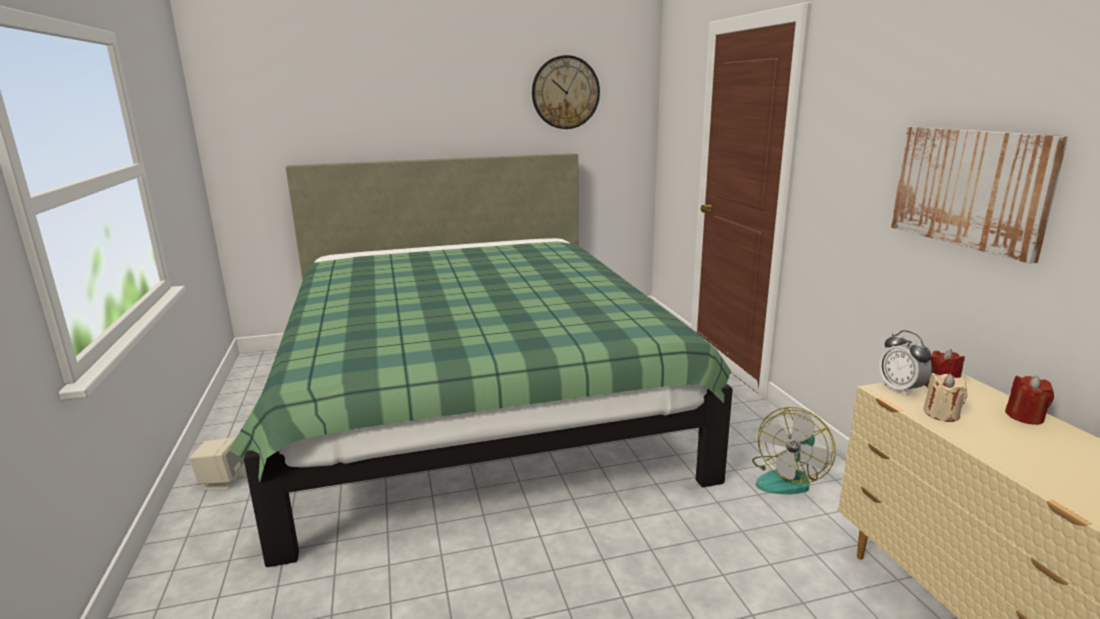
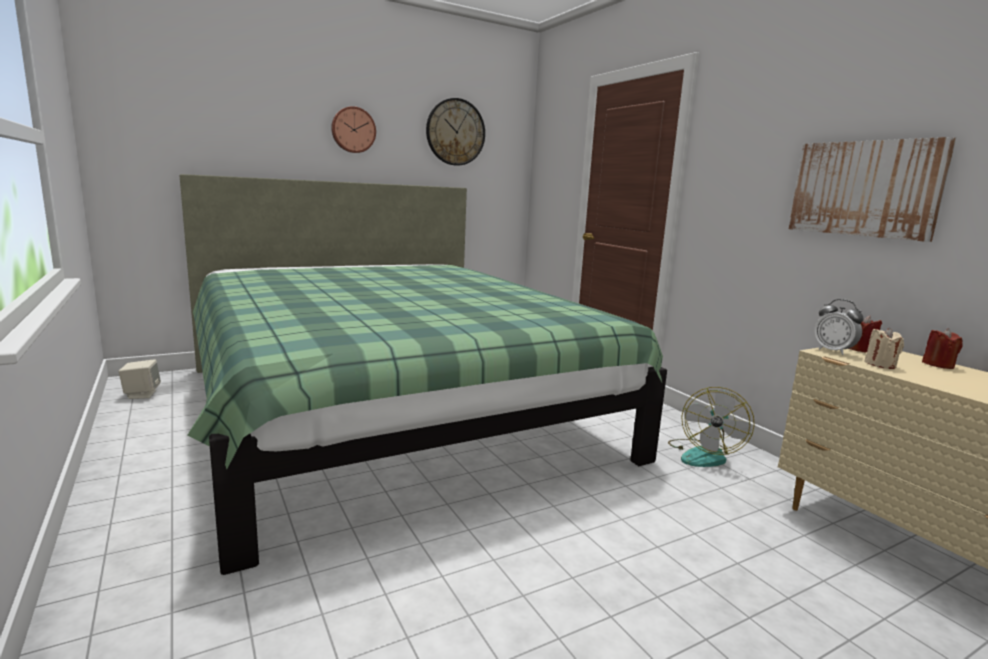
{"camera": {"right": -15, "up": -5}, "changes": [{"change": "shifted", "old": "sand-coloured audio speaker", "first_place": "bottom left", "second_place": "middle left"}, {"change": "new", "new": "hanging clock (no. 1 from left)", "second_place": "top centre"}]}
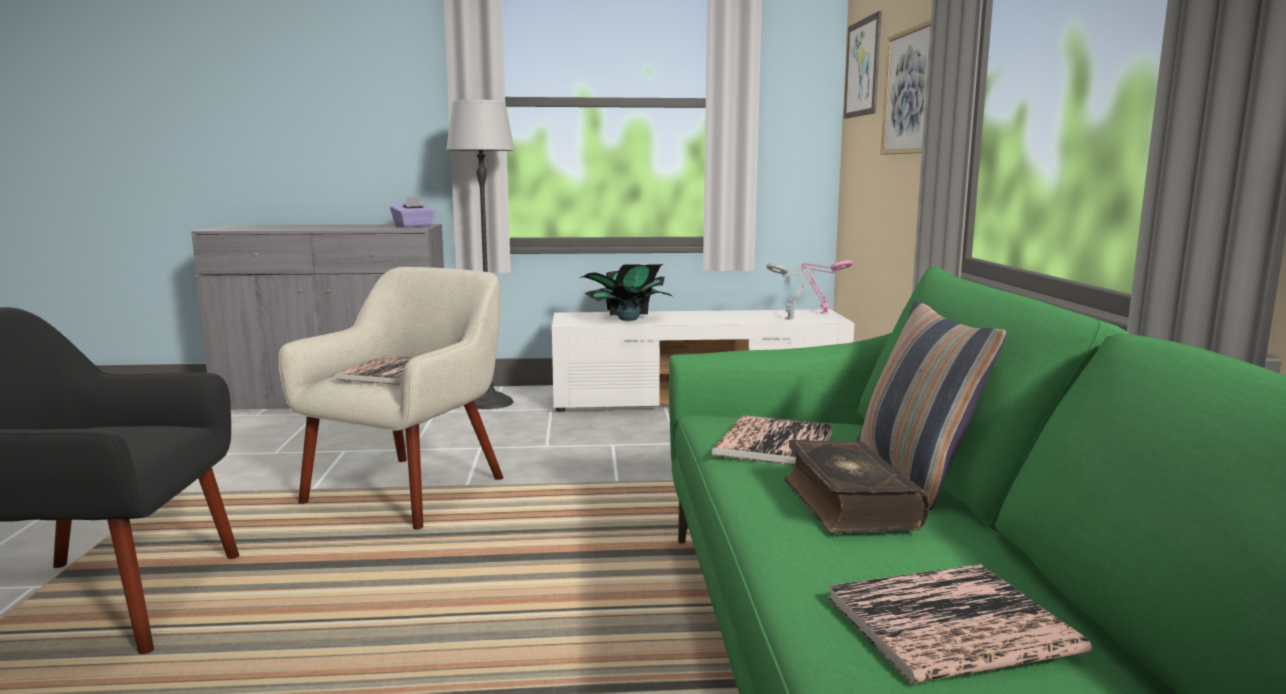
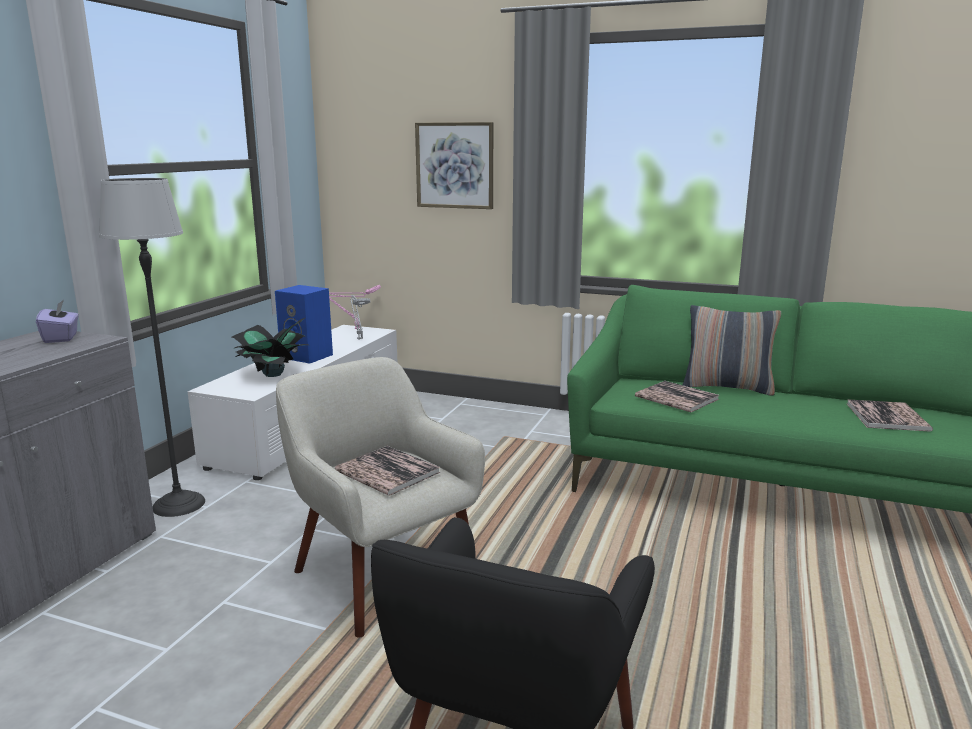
{"camera": {"right": -65, "up": 5}, "changes": [{"change": "gone", "old": "wall art (no. 1 from left)", "first_place": "top right"}, {"change": "gone", "old": "volume (no. 3 from left)", "first_place": "bottom centre"}, {"change": "new", "new": "blue-coloured audio speaker", "second_place": "middle left"}]}
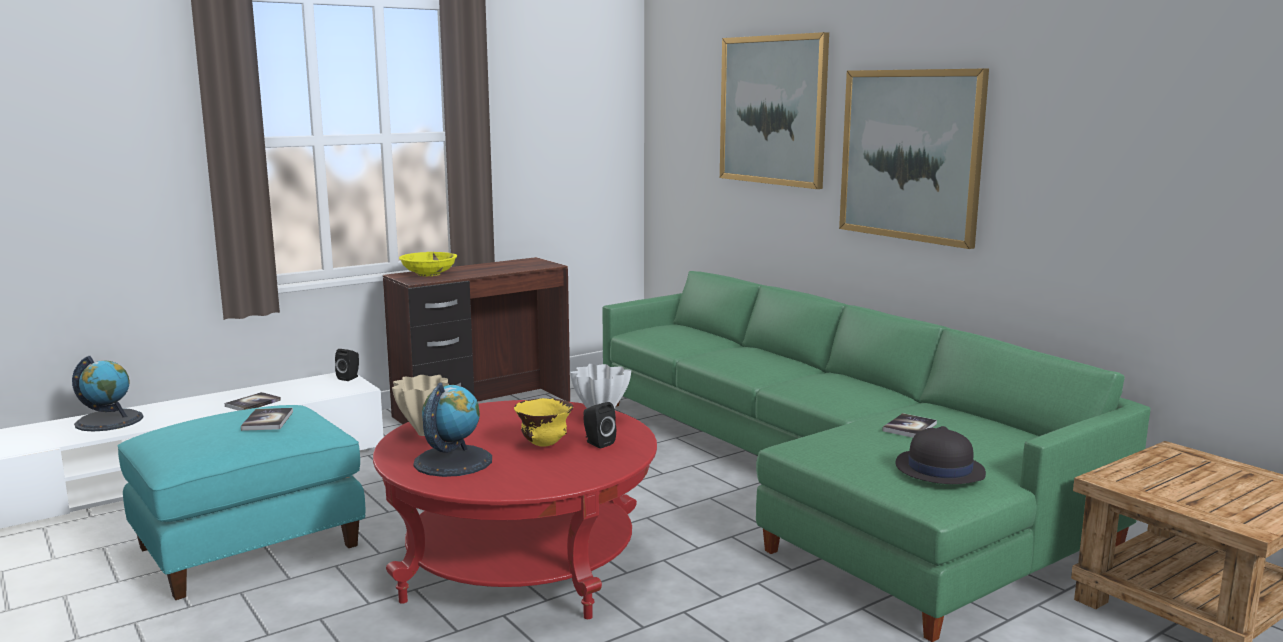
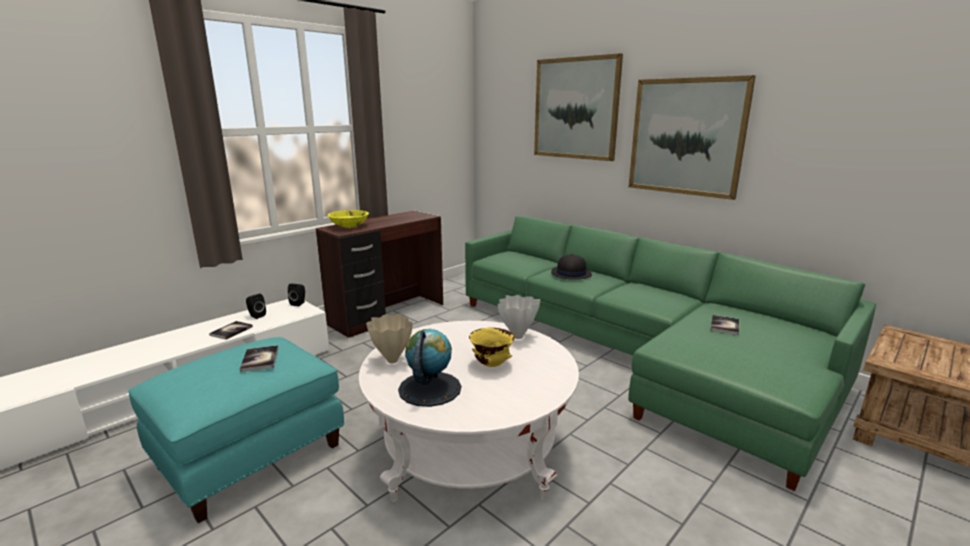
{"camera": {"right": -10, "up": 5}, "changes": [{"change": "gone", "old": "desk globe (no. 1 from left)", "first_place": "middle left"}, {"change": "repainted", "old": "reddish coffee table", "new": "white coffee table", "first_place": "bottom centre", "second_place": "bottom centre"}, {"change": "shifted", "old": "black audio speaker (no. 2 from left in the first image)", "new": "black audio speaker (no. 1 from left)", "first_place": "centre", "second_place": "middle left"}, {"change": "shifted", "old": "black wearable hat", "first_place": "bottom right", "second_place": "centre"}]}
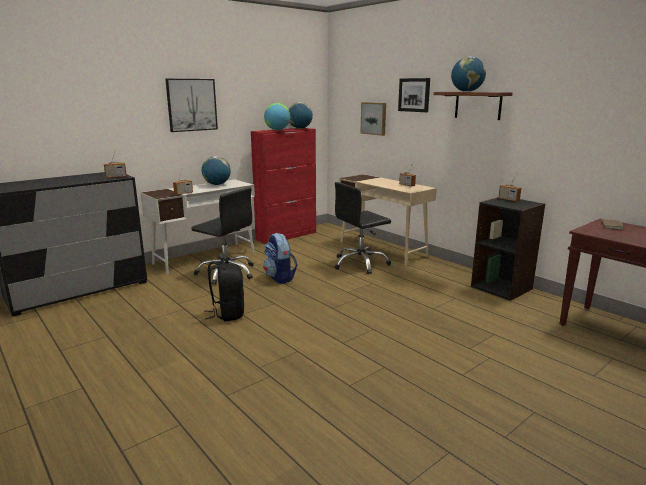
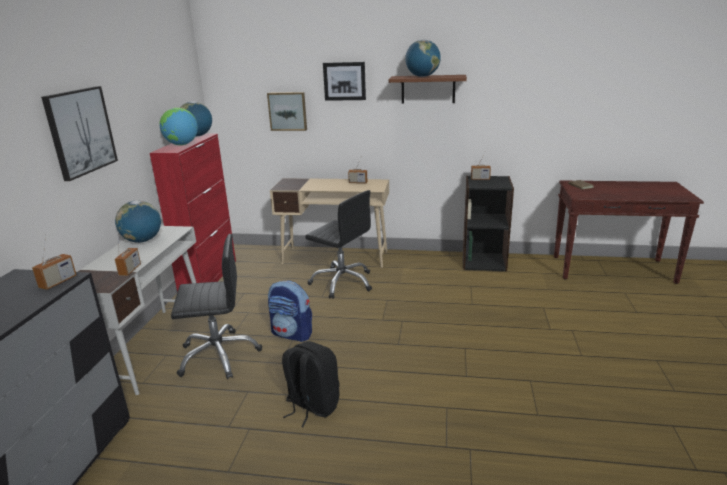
{"camera": {"right": -40, "up": 5}, "changes": [{"change": "rotated", "old": "black office chair (no. 2 from left)", "first_place": "centre", "second_place": "centre", "degrees": -75}]}
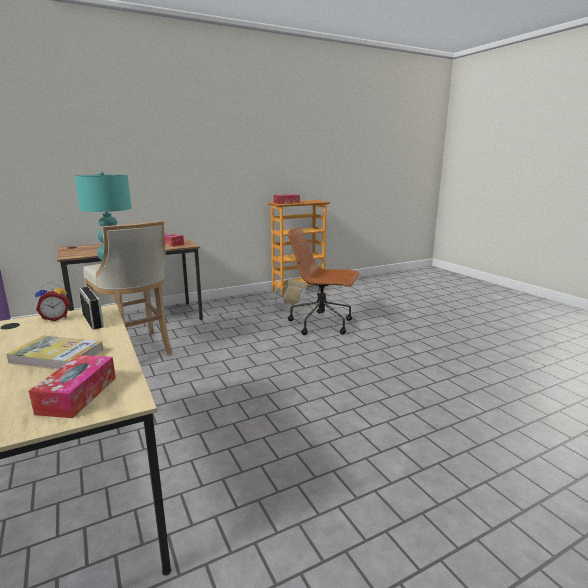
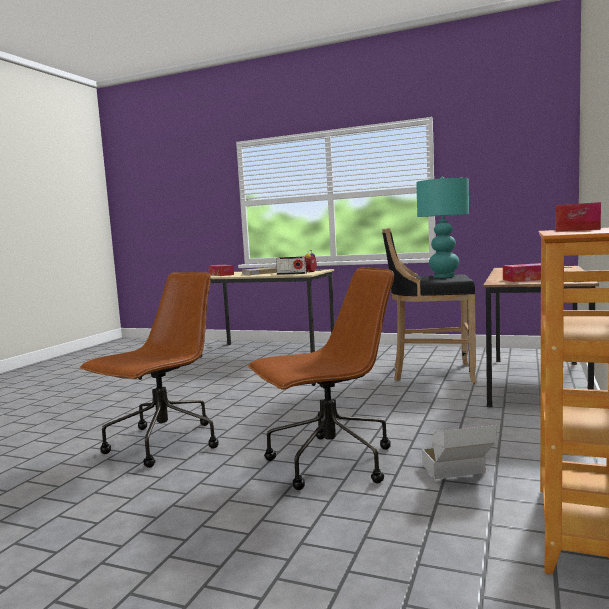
{"camera": {"right": 140, "up": -10}, "changes": [{"change": "repainted", "old": "sand-coloured stool seat", "new": "black stool seat", "first_place": "middle left", "second_place": "middle right"}, {"change": "new", "new": "brownish office chair (no. 1 from left)", "second_place": "middle left"}]}
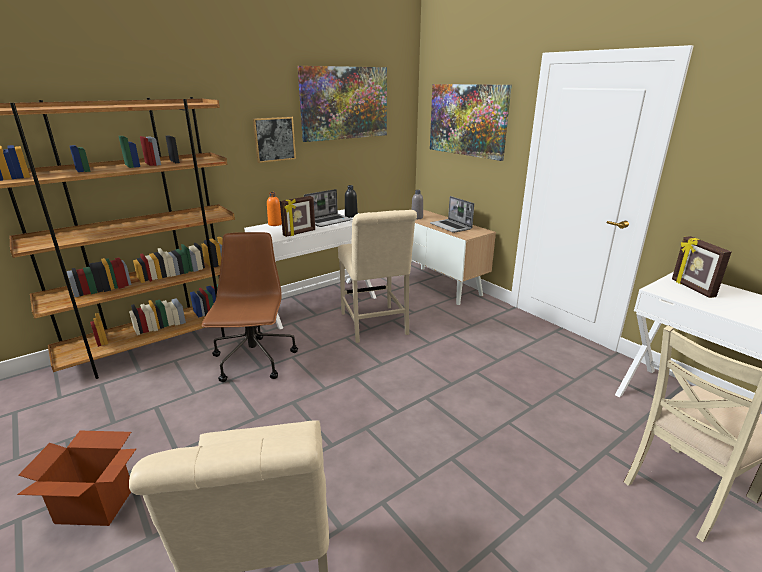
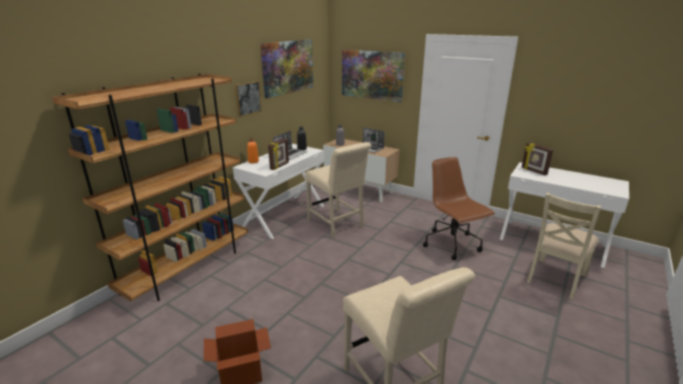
{"camera": {"right": -20, "up": 0}, "changes": [{"change": "shifted", "old": "brownish office chair", "first_place": "middle left", "second_place": "middle right"}]}
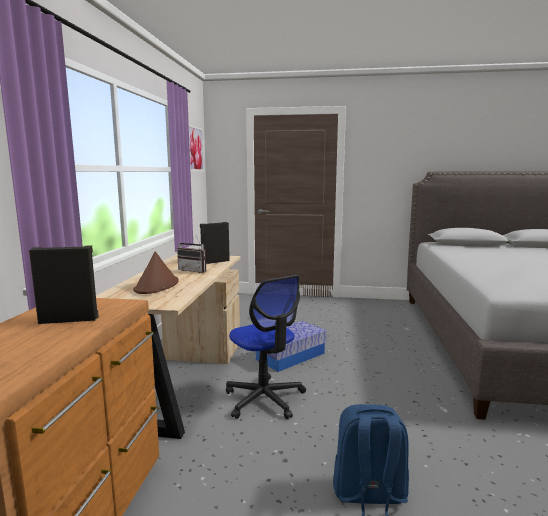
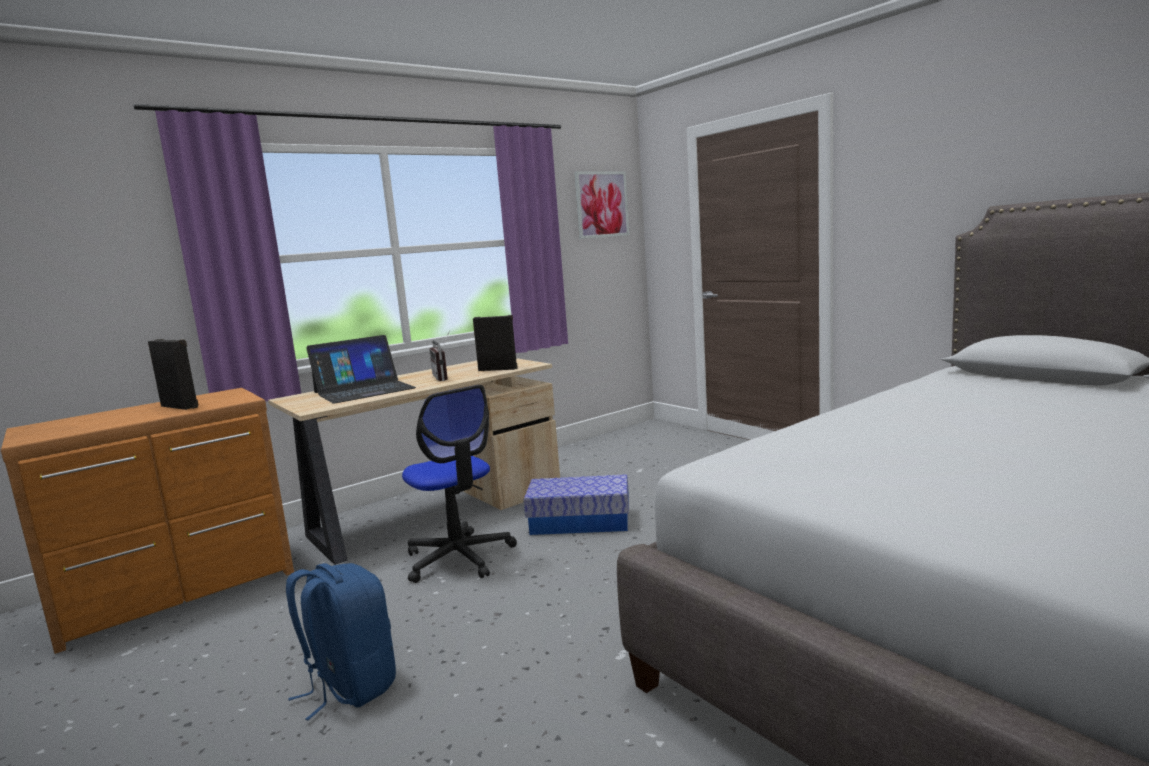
{"camera": {"right": 45, "up": 0}, "changes": [{"change": "swapped", "old": "brownish wearable hat", "new": "portable computer", "first_place": "middle left", "second_place": "middle left"}, {"change": "rotated", "old": "office chair", "first_place": "bottom centre", "second_place": "centre", "degrees": -45}]}
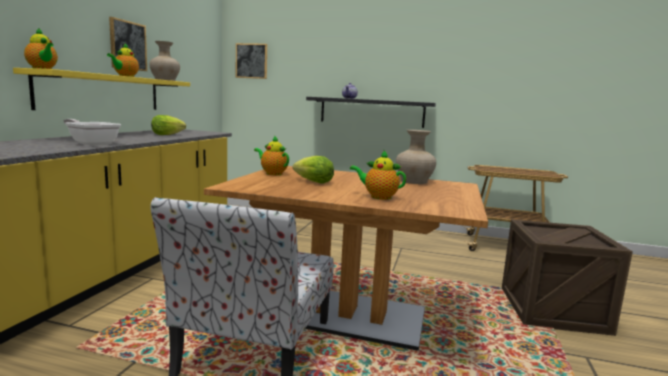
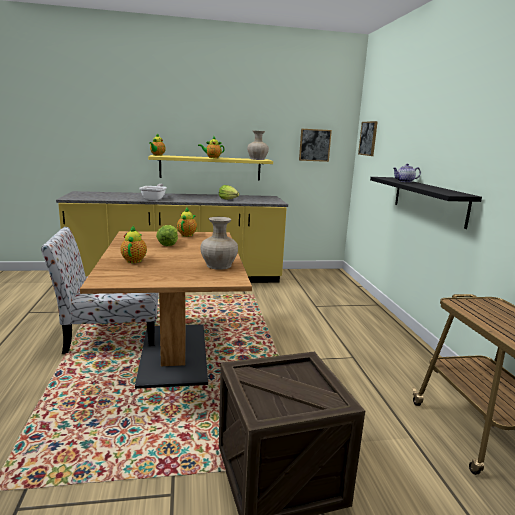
{"camera": {"right": 65, "up": 5}, "changes": [{"change": "shifted", "old": "wall art (no. 1 from left)", "first_place": "top left", "second_place": "top centre"}]}
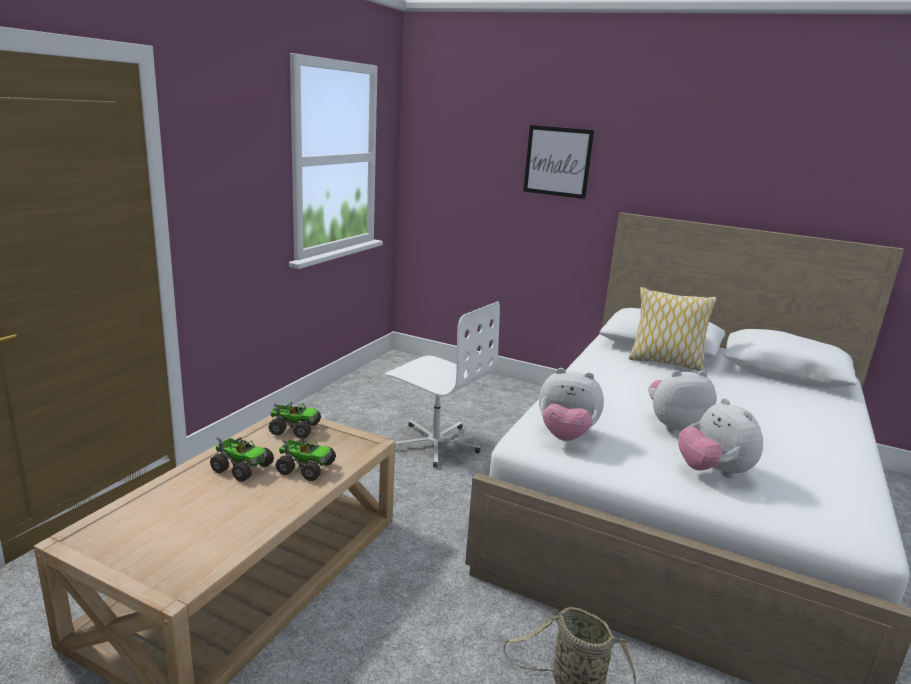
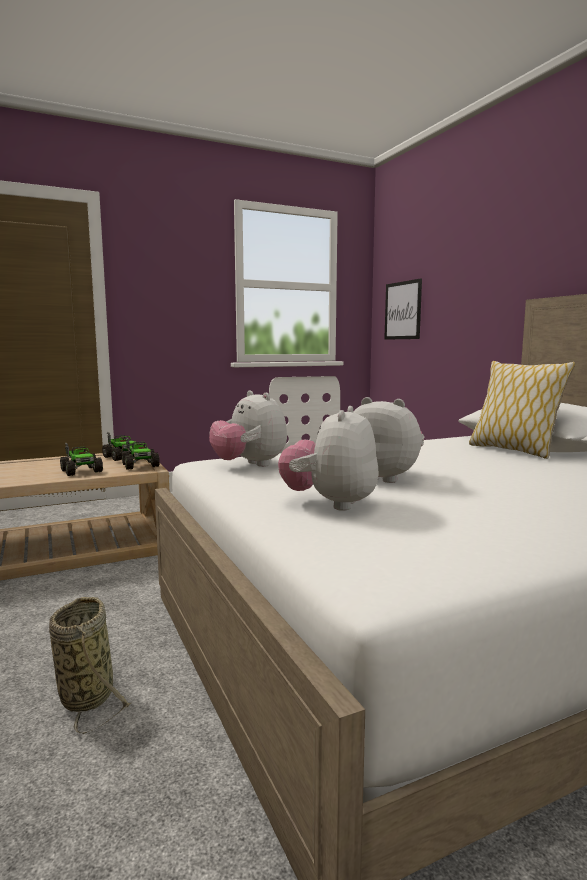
{"camera": {"right": 40, "up": -10}, "changes": [{"change": "shifted", "old": "wall art", "first_place": "top centre", "second_place": "middle right"}, {"change": "shifted", "old": "model truck (no. 1 from left in the first image)", "new": "model truck (no. 3 from left)", "first_place": "bottom left", "second_place": "middle left"}]}
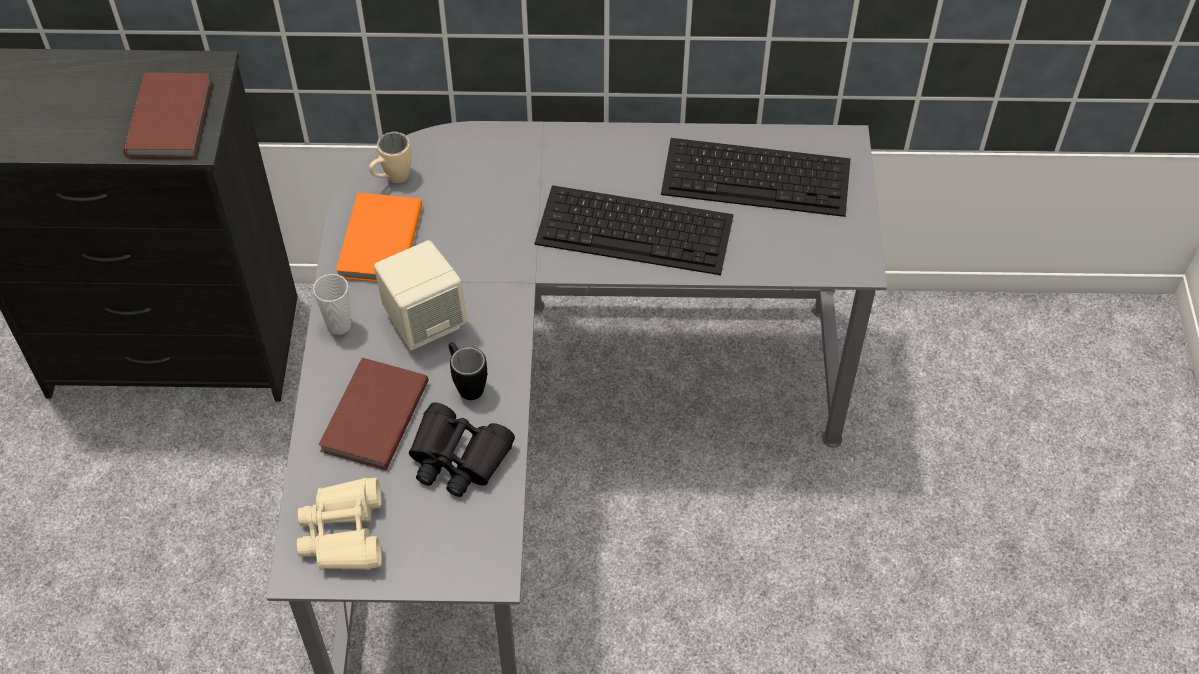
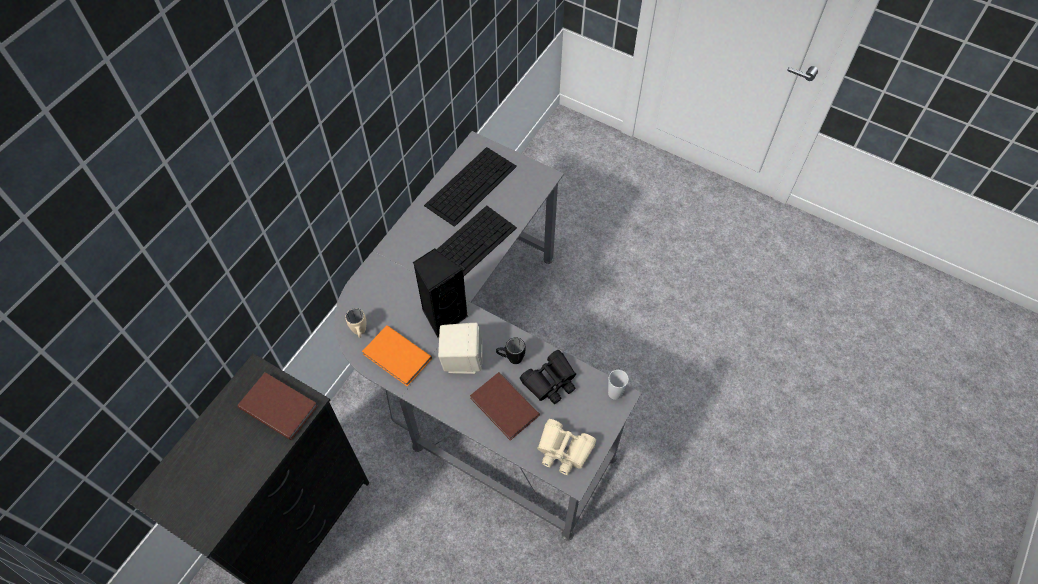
{"camera": {"right": -60, "up": 5}, "changes": [{"change": "shifted", "old": "small cup", "first_place": "middle left", "second_place": "centre"}, {"change": "new", "new": "black audio speaker", "second_place": "centre"}]}
